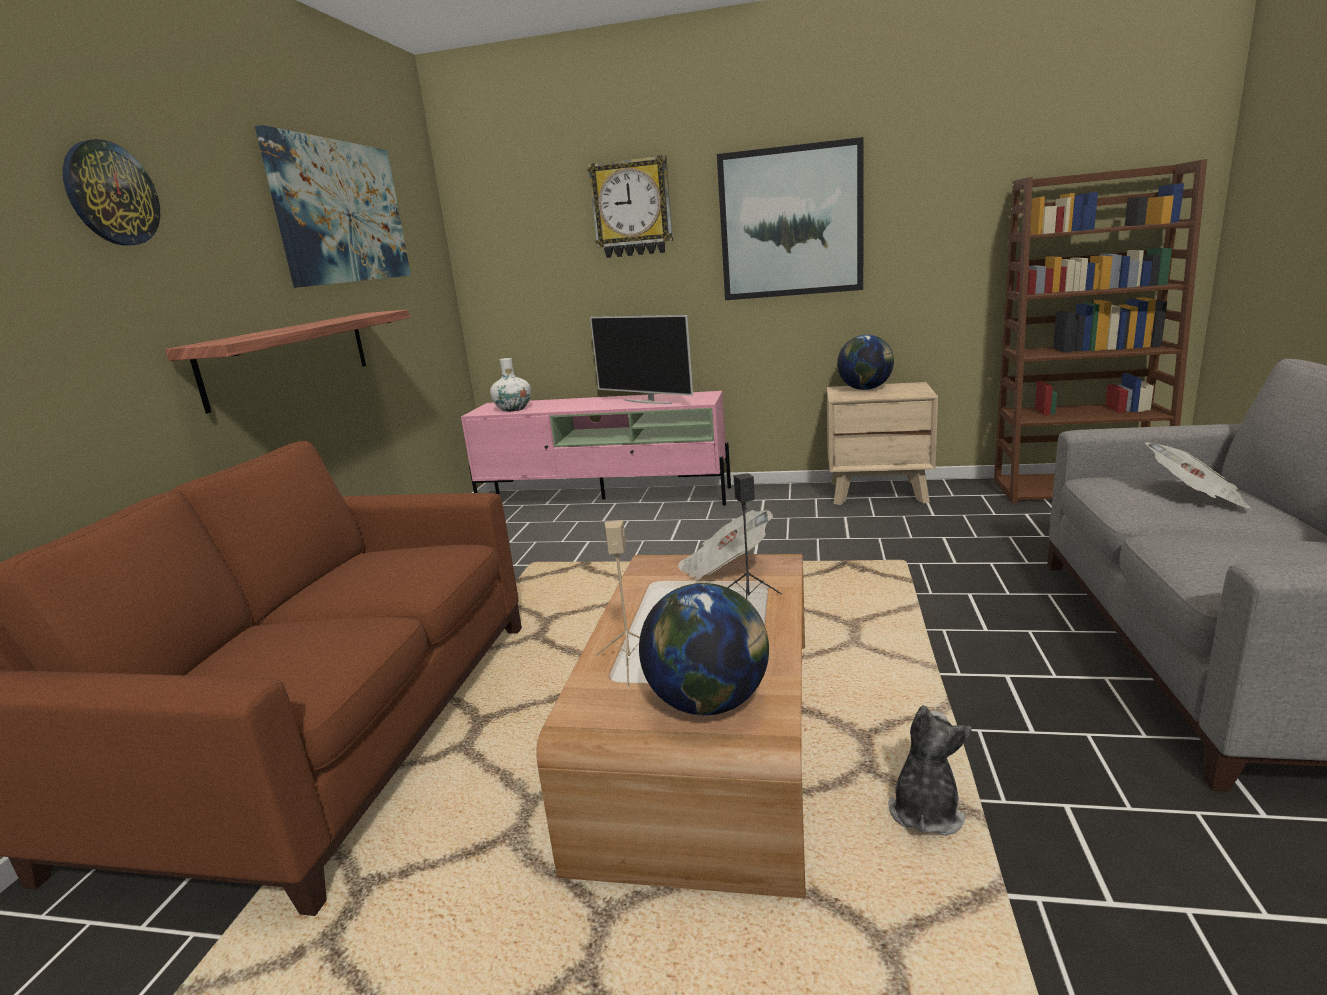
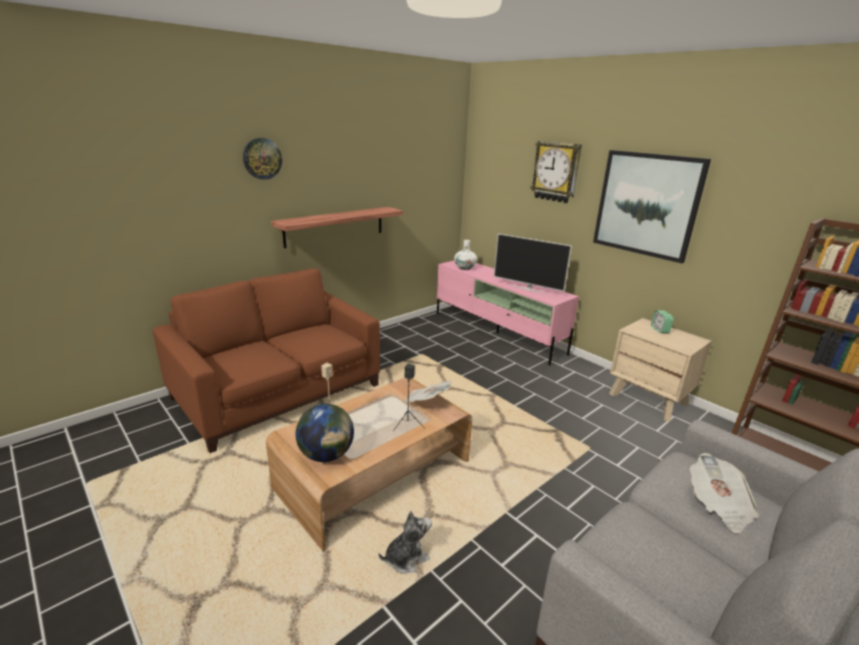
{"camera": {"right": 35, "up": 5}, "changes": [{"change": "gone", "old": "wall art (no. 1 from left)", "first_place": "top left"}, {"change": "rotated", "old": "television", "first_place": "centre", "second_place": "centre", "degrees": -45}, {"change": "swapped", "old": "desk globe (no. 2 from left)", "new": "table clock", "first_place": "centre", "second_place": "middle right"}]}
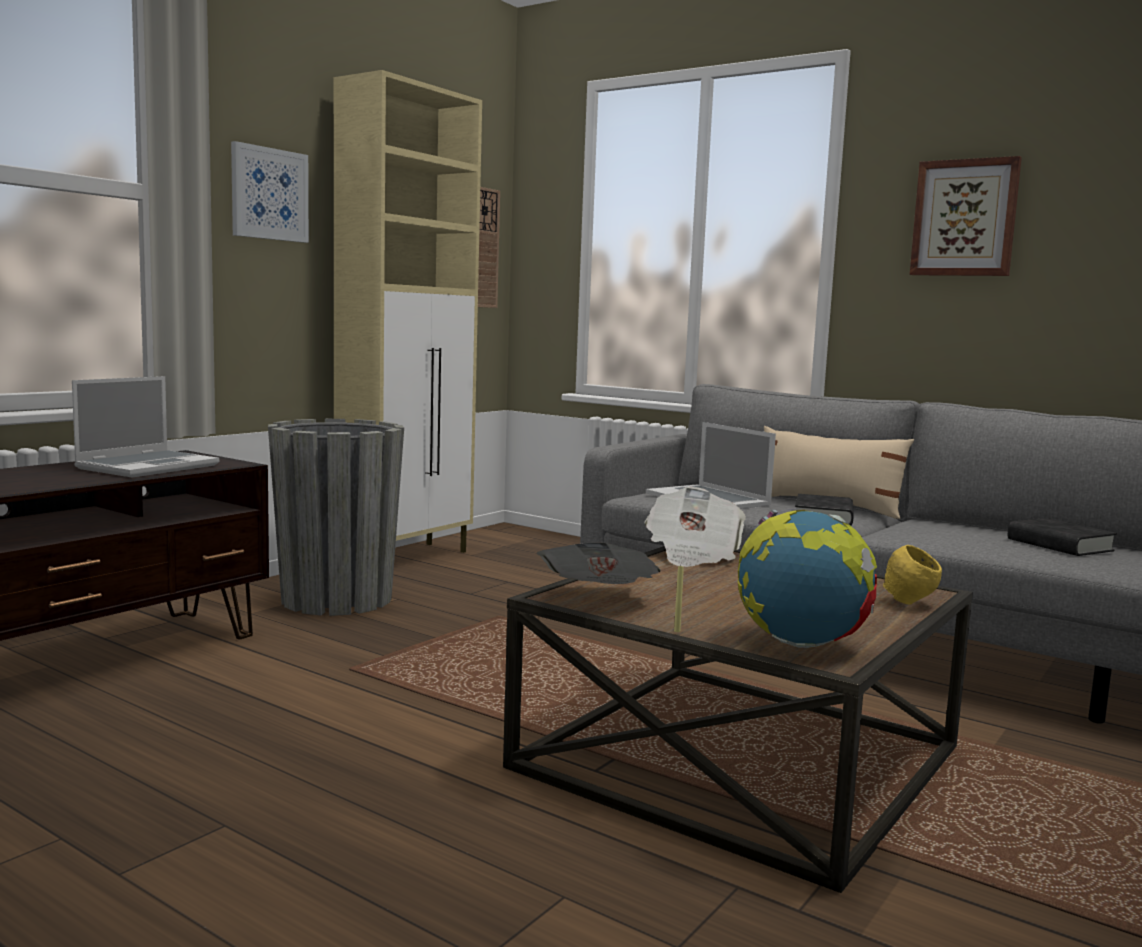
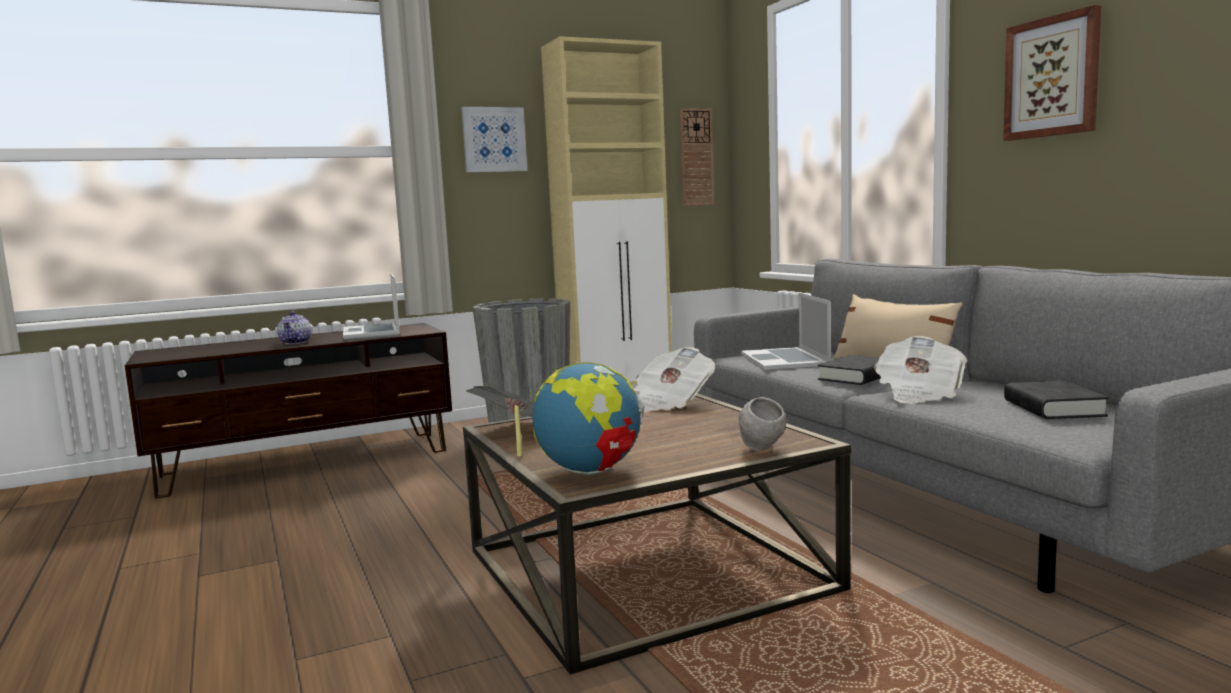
{"camera": {"right": 30, "up": 0}, "changes": [{"change": "rotated", "old": "portable computer (no. 1 from left)", "first_place": "middle left", "second_place": "middle left", "degrees": 105}, {"change": "repainted", "old": "yellowish bowl", "new": "grey bowl", "first_place": "middle right", "second_place": "centre"}, {"change": "new", "new": "teapot", "second_place": "middle left"}, {"change": "new", "new": "daily paper (no. 3 from left)", "second_place": "middle right"}]}
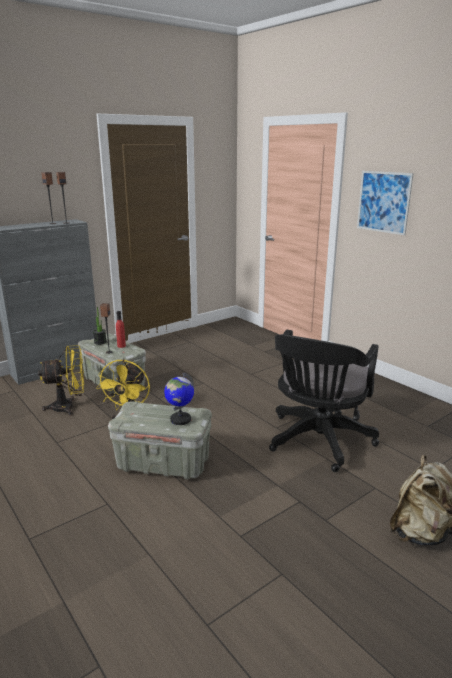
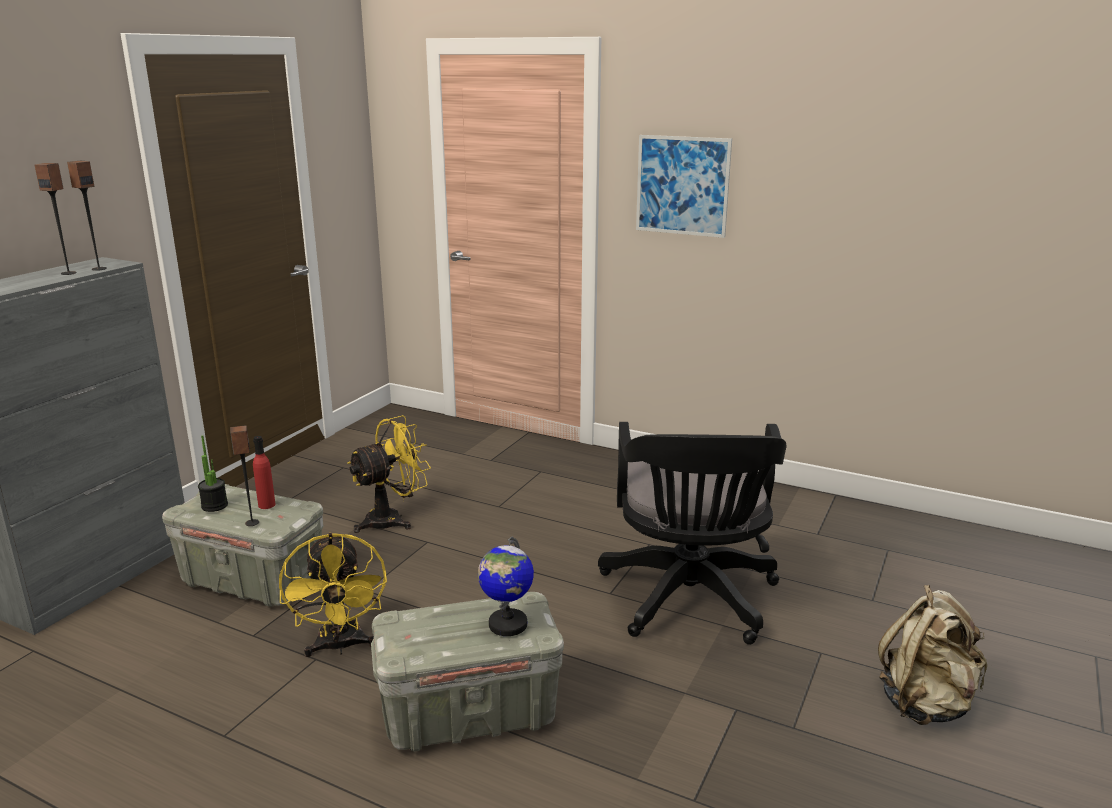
{"camera": {"right": -25, "up": 0}, "changes": [{"change": "shifted", "old": "yellowish cooling fan (no. 1 from left in the first image)", "new": "yellowish cooling fan (no. 2 from left)", "first_place": "middle left", "second_place": "centre"}]}
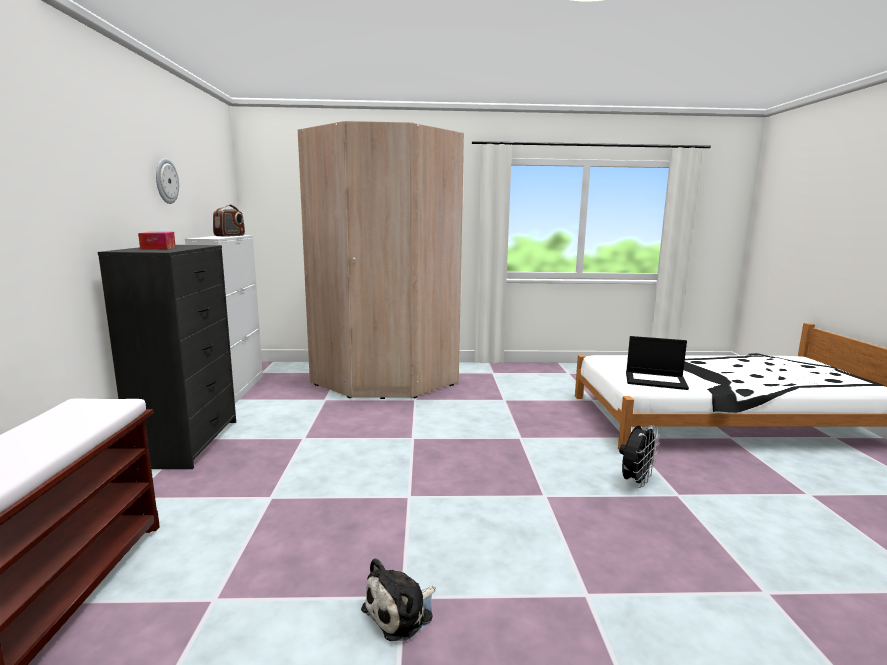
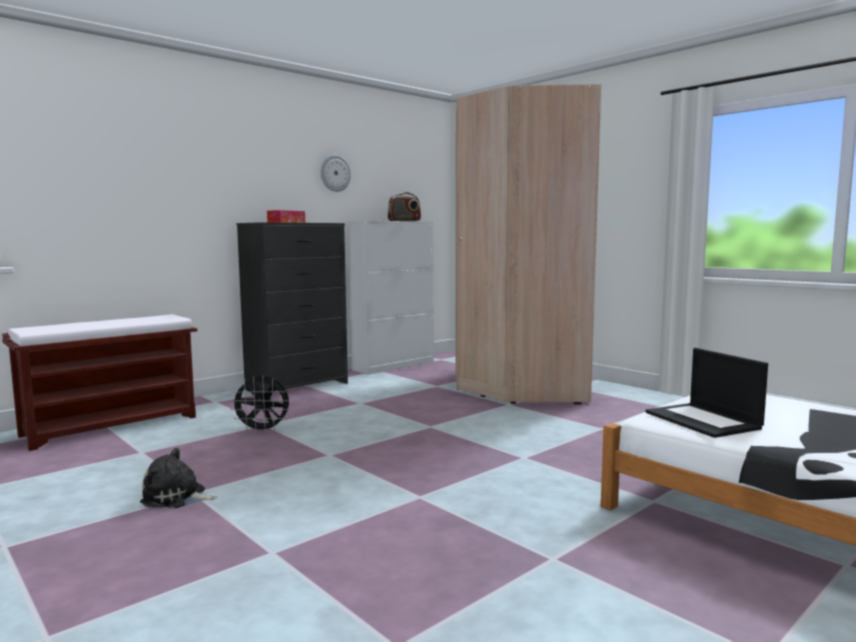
{"camera": {"right": 50, "up": -5}, "changes": [{"change": "shifted", "old": "black cooling fan", "first_place": "bottom right", "second_place": "middle left"}]}
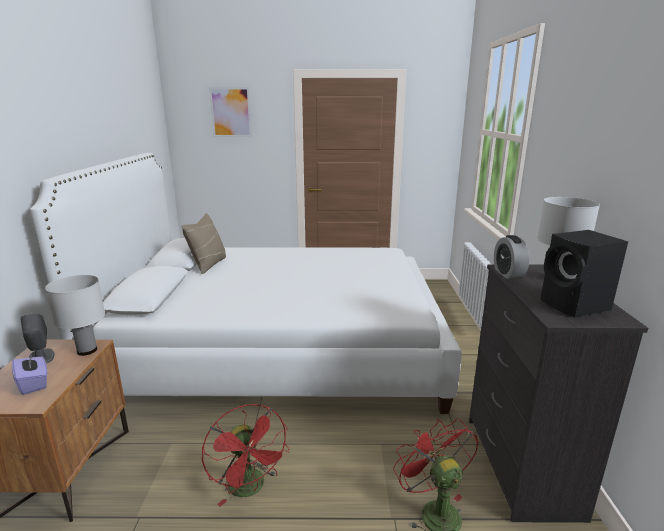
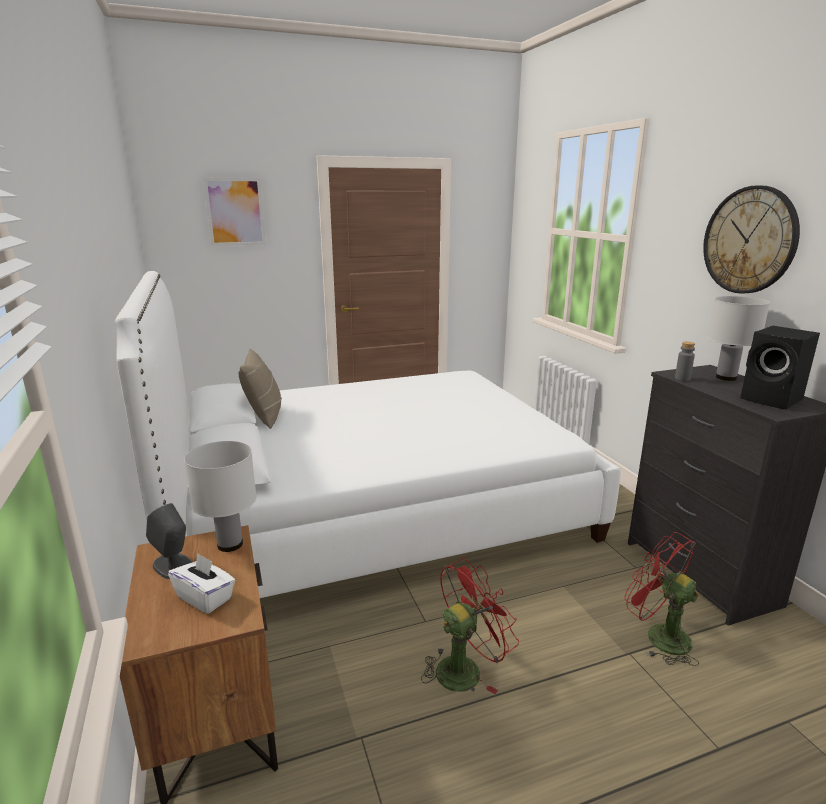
{"camera": {"right": -20, "up": 0}, "changes": [{"change": "swapped", "old": "table clock", "new": "grey beverage bottle", "first_place": "middle right", "second_place": "middle right"}, {"change": "repainted", "old": "purple-coloured box of tissues", "new": "white box of tissues", "first_place": "bottom left", "second_place": "bottom left"}, {"change": "rotated", "old": "reddish cooling fan (no. 1 from left)", "first_place": "bottom centre", "second_place": "bottom centre", "degrees": -75}, {"change": "new", "new": "hanging clock", "second_place": "top right"}]}
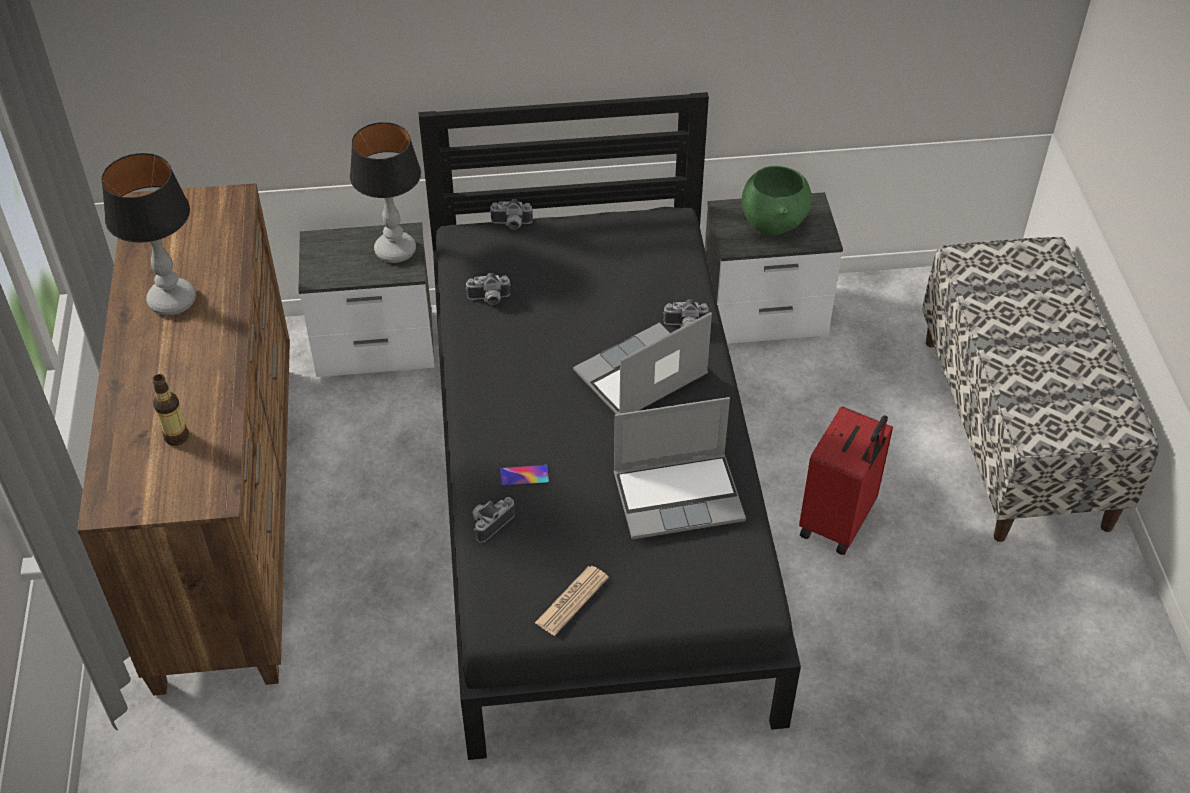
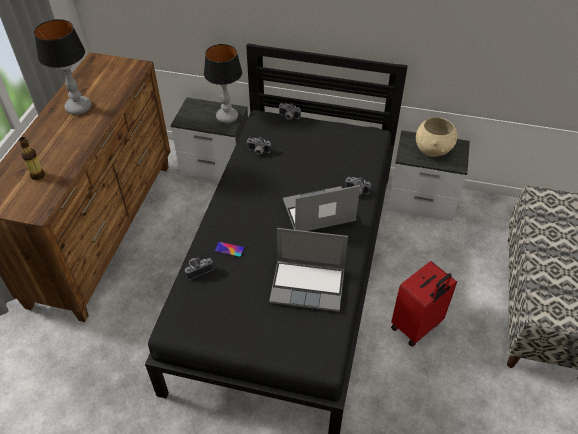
{"camera": {"right": 20, "up": 0}, "changes": [{"change": "repainted", "old": "green-coloured bowl", "new": "sand-coloured bowl", "first_place": "top centre", "second_place": "top right"}, {"change": "gone", "old": "daily paper", "first_place": "bottom centre"}]}
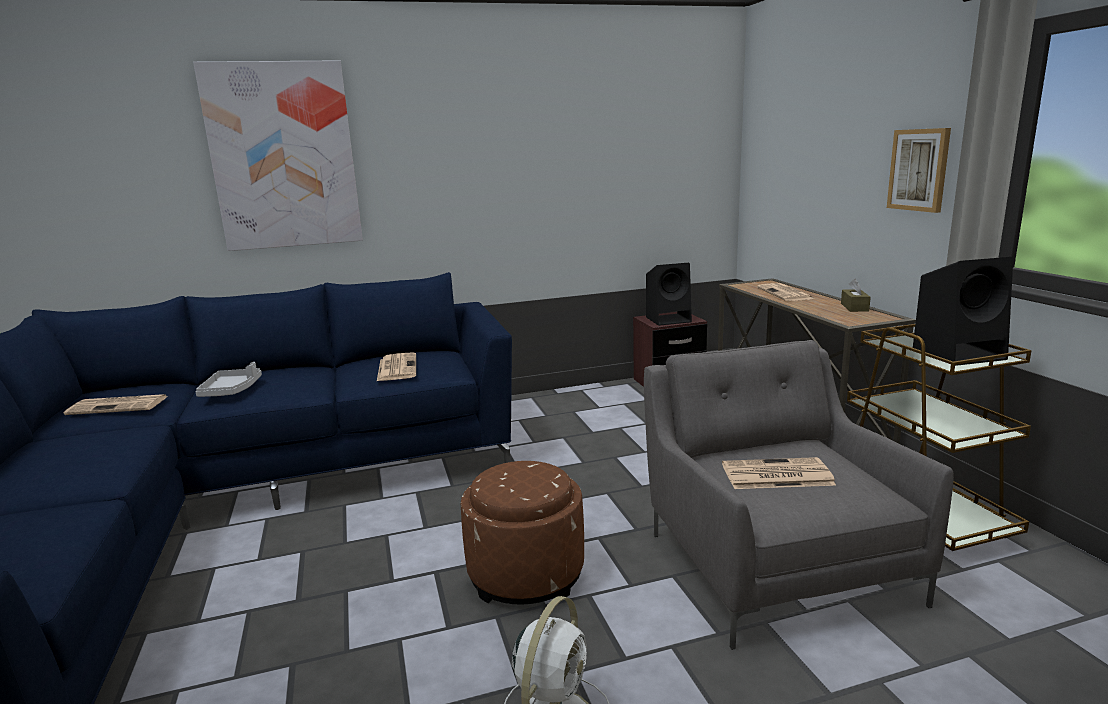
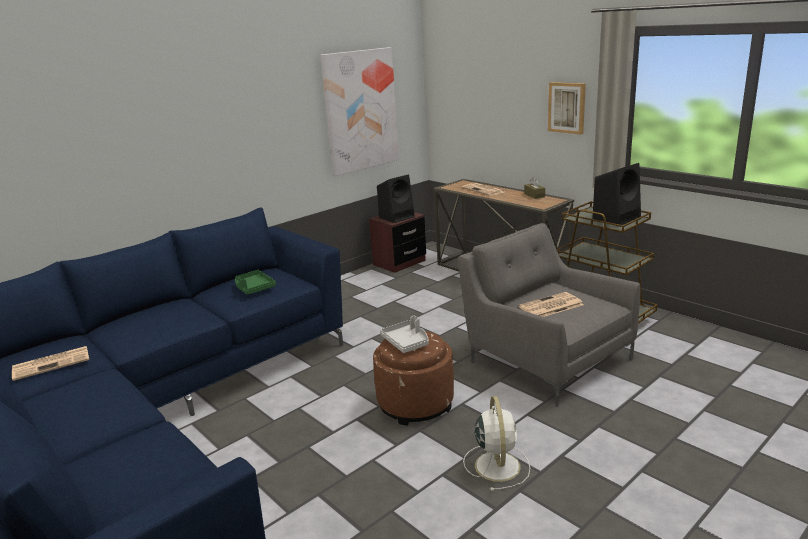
{"camera": {"right": -25, "up": 5}, "changes": [{"change": "shifted", "old": "wall art (no. 1 from left)", "first_place": "top left", "second_place": "top centre"}, {"change": "swapped", "old": "daily paper (no. 2 from left)", "new": "green-coloured tray", "first_place": "centre", "second_place": "middle left"}, {"change": "shifted", "old": "grey tray", "first_place": "middle left", "second_place": "centre"}]}
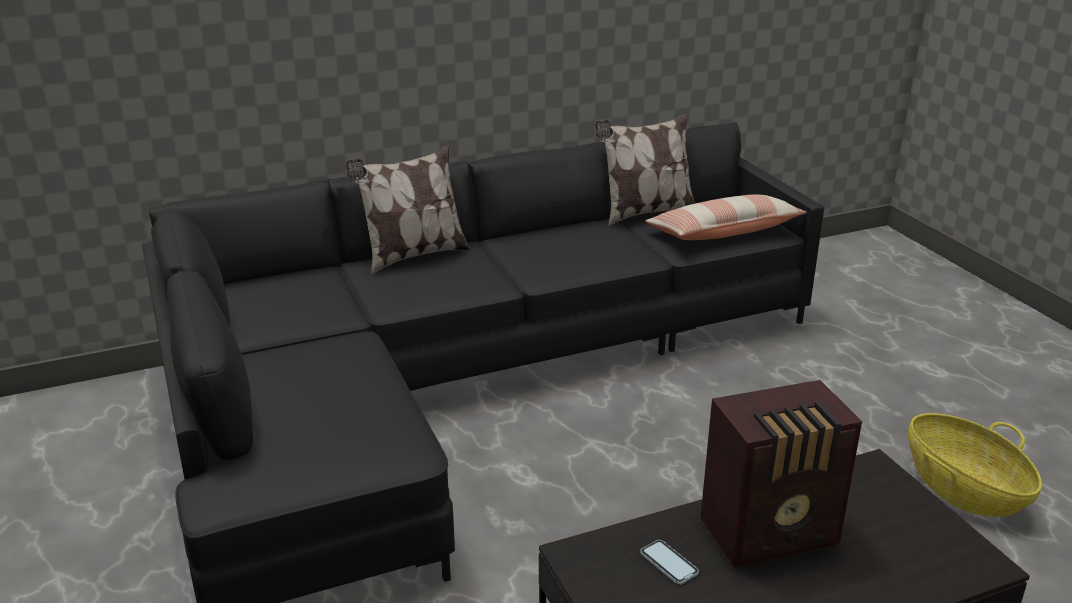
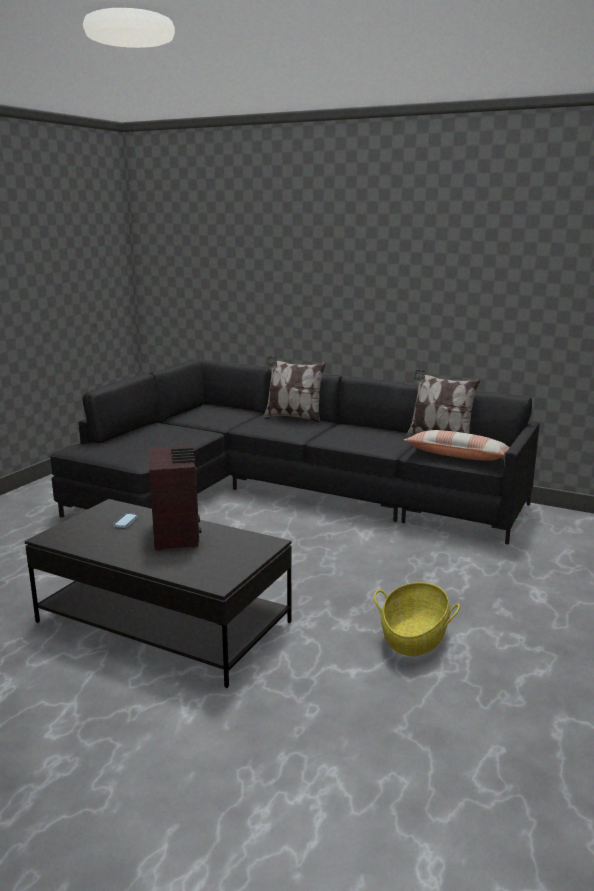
{"camera": {"right": 50, "up": -10}, "changes": [{"change": "rotated", "old": "radio set", "first_place": "bottom right", "second_place": "middle left", "degrees": -135}]}
